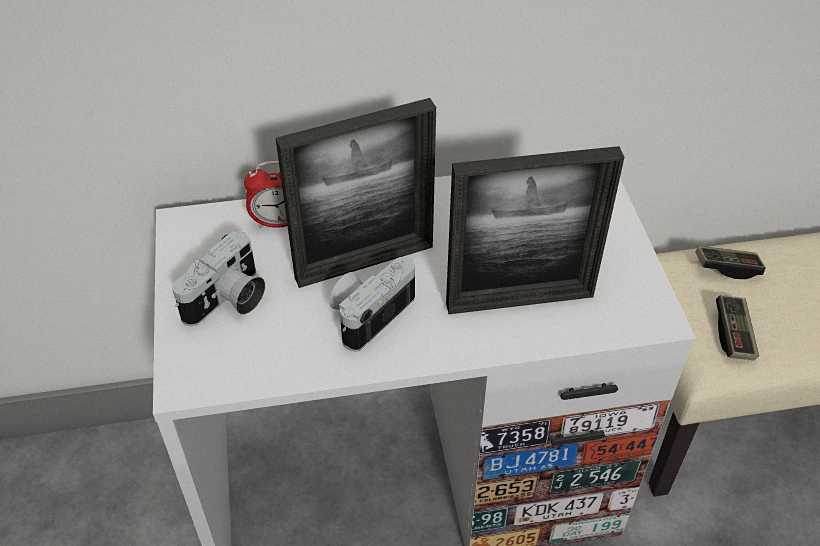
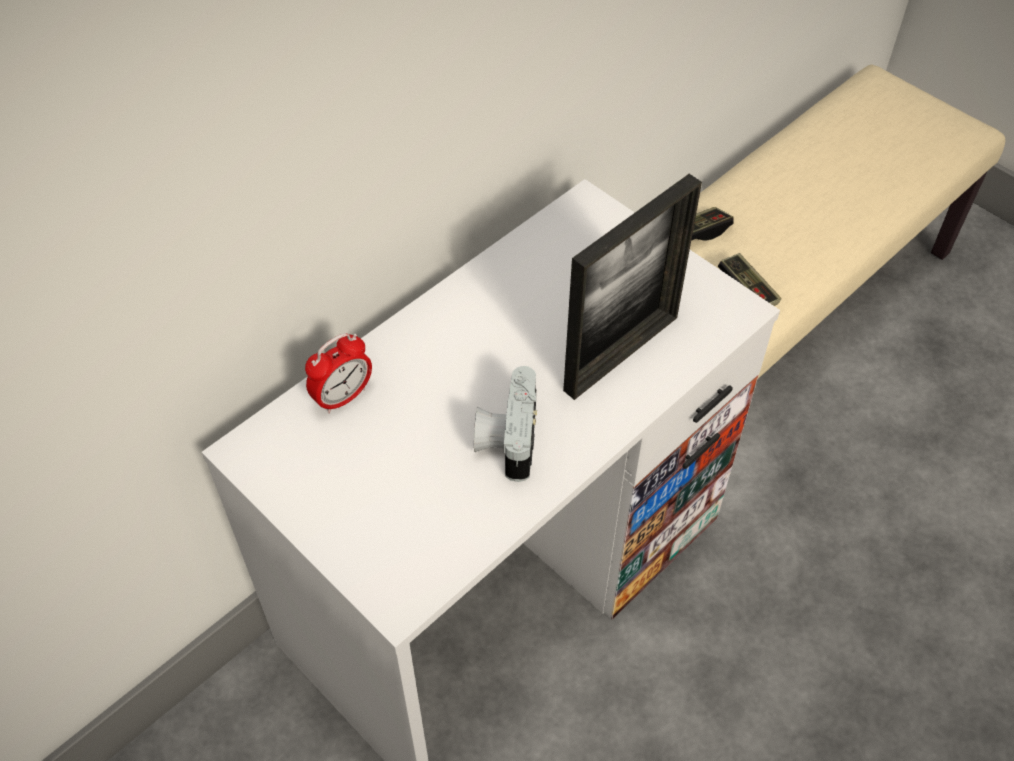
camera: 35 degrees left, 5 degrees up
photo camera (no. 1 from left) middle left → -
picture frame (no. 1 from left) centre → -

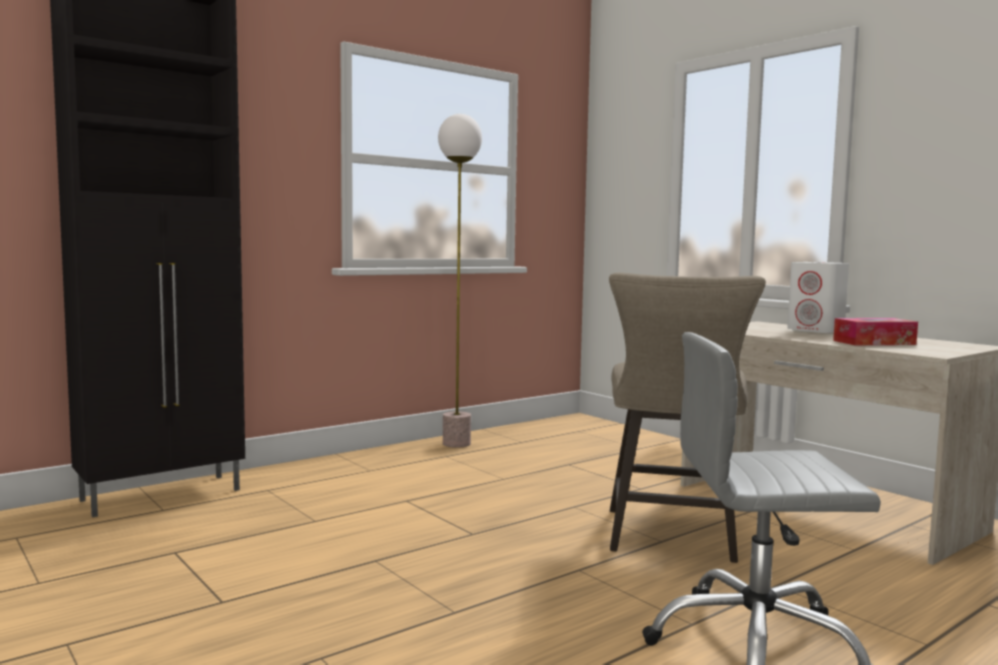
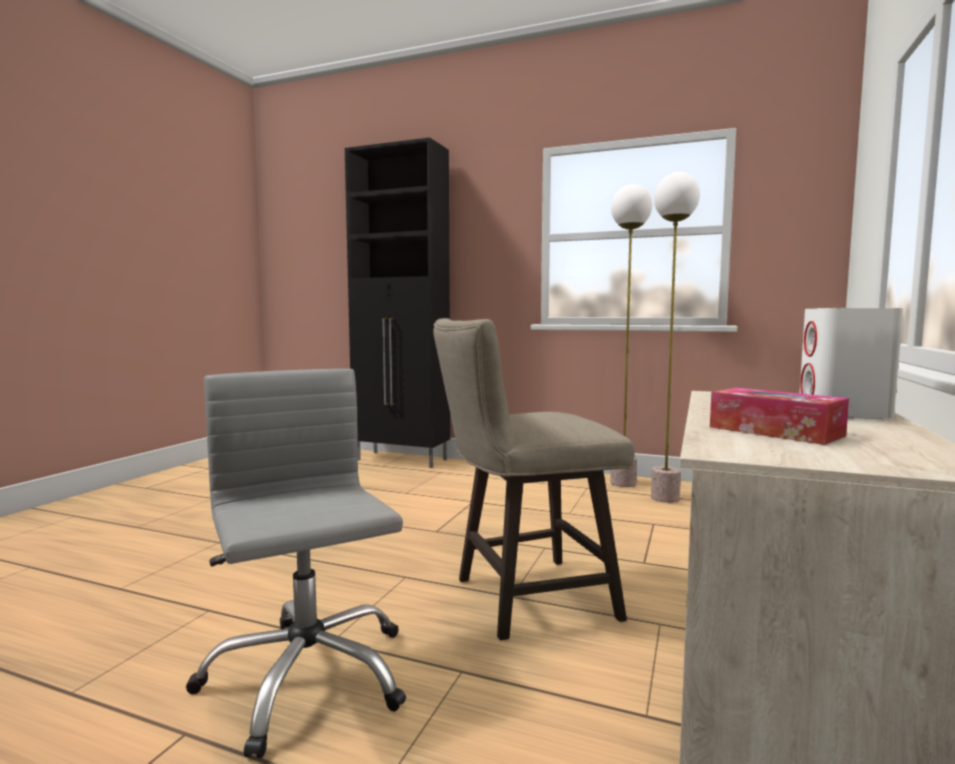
camera: 60 degrees right, 0 degrees up
- → floor lamp (no. 2 from left) middle right

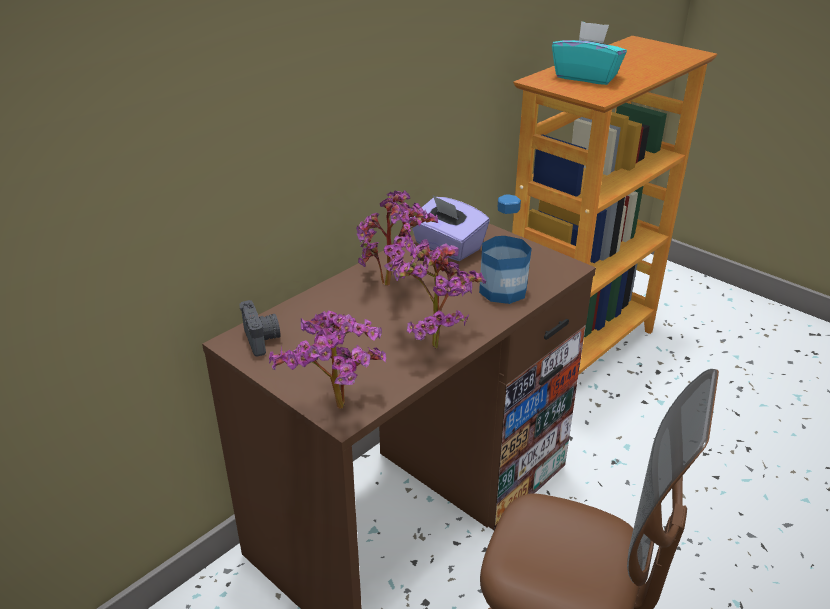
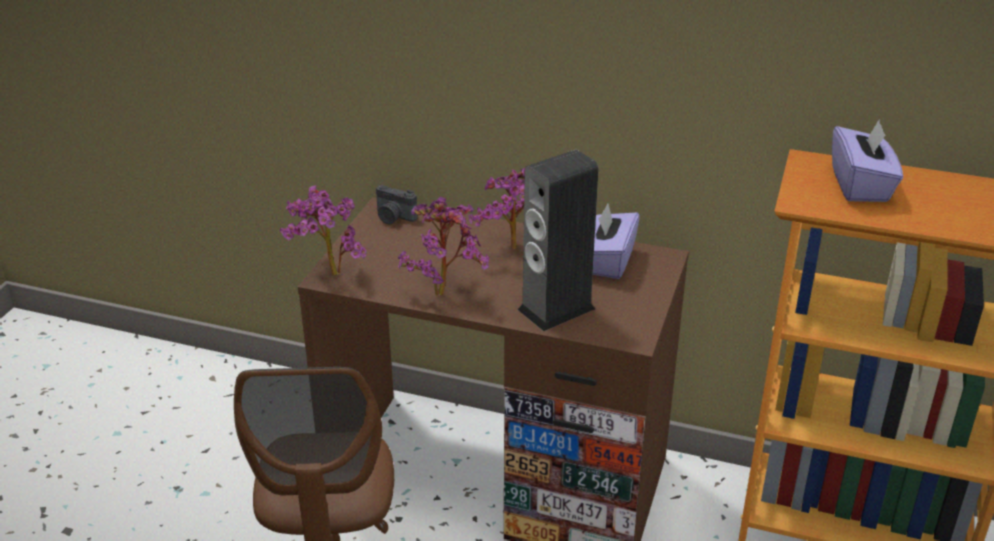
camera: 65 degrees right, 0 degrees up
bottle centre → speaker centre
turquoise tissue box top right → purple tissue box (no. 2 from left) top right
photo camera middle left → photo camera centre, 75 degrees clockwise

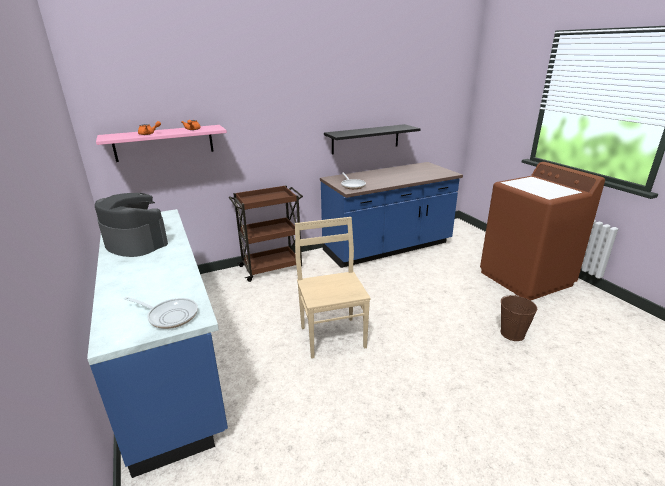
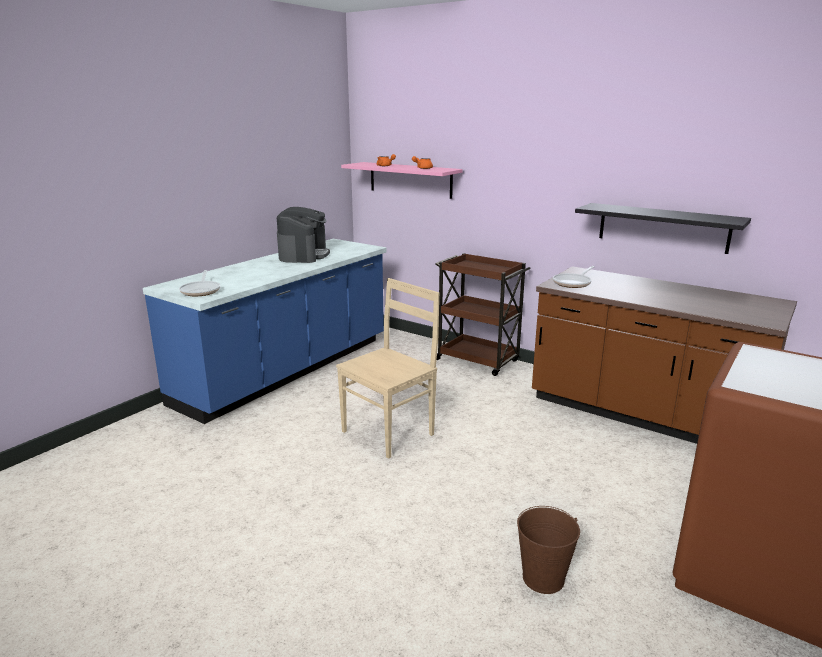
camera: 60 degrees right, 5 degrees down
blue counter (no. 2 from left) centre → brown counter middle right

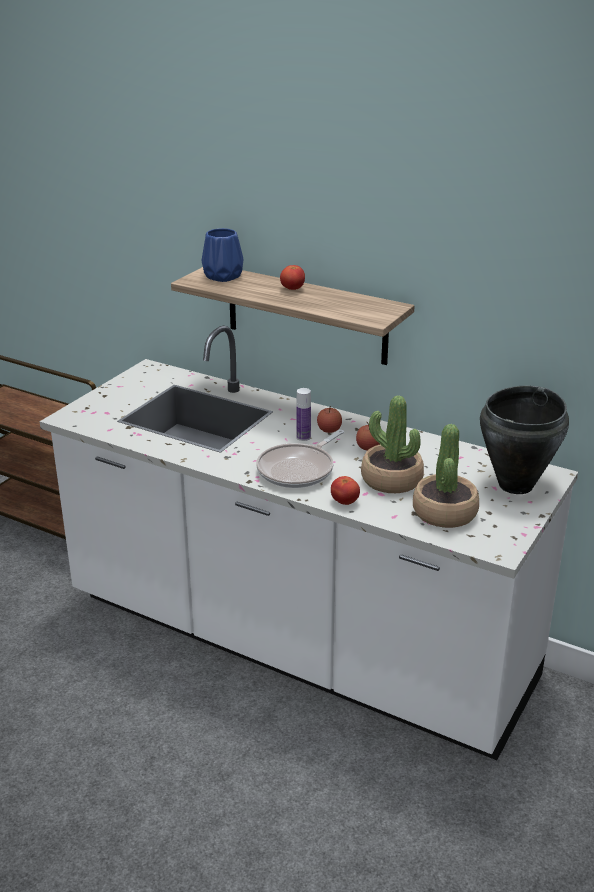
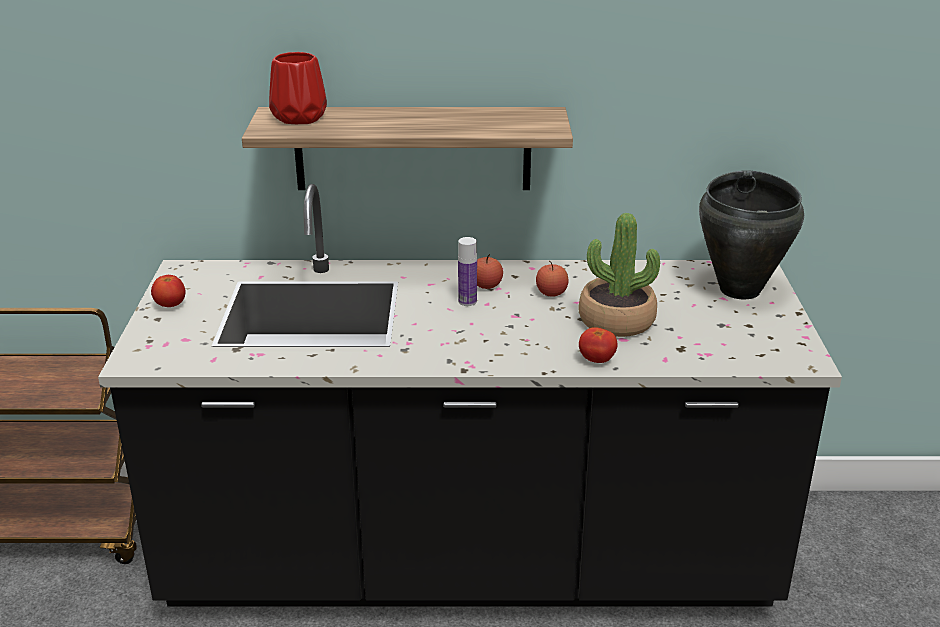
camera: 30 degrees left, 0 degrees up
frying pan centre → -
potted plant (no. 2 from left) middle right → -
tomato (no. 1 from left) top centre → tomato (no. 1 from left) middle left, relocated
white counter centre → black counter centre
blue vase top centre → red vase top left

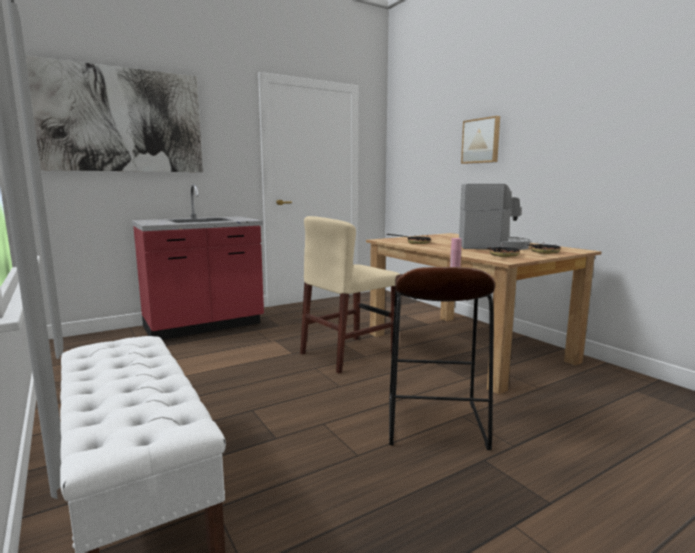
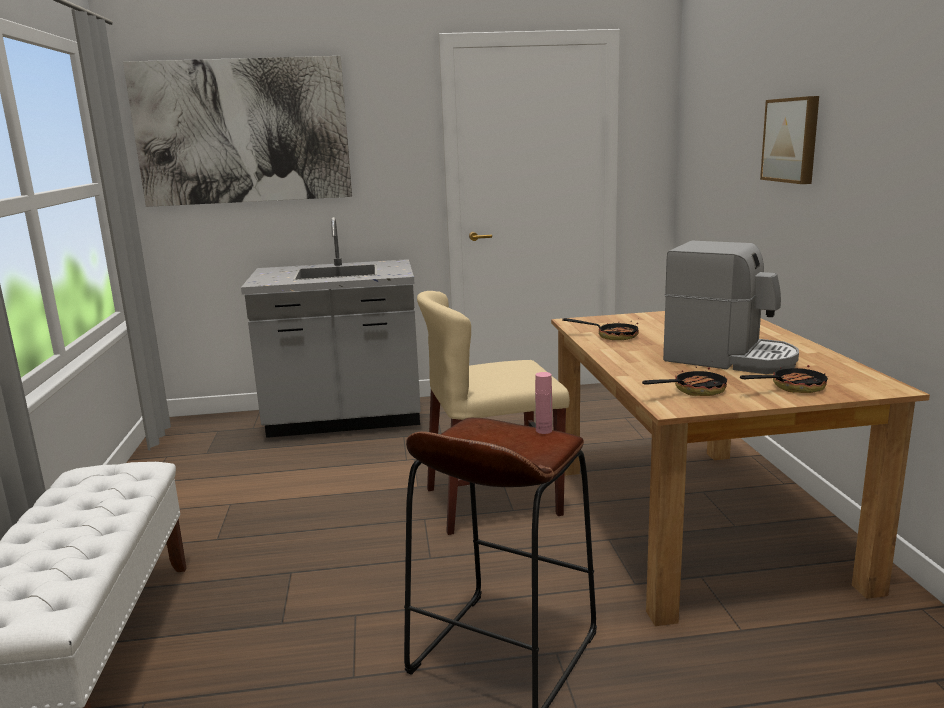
camera: 25 degrees right, 5 degrees up
red counter middle left → grey counter centre

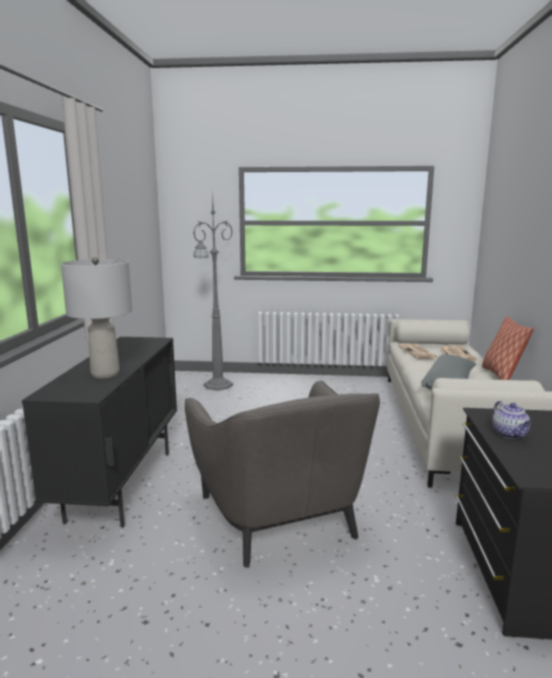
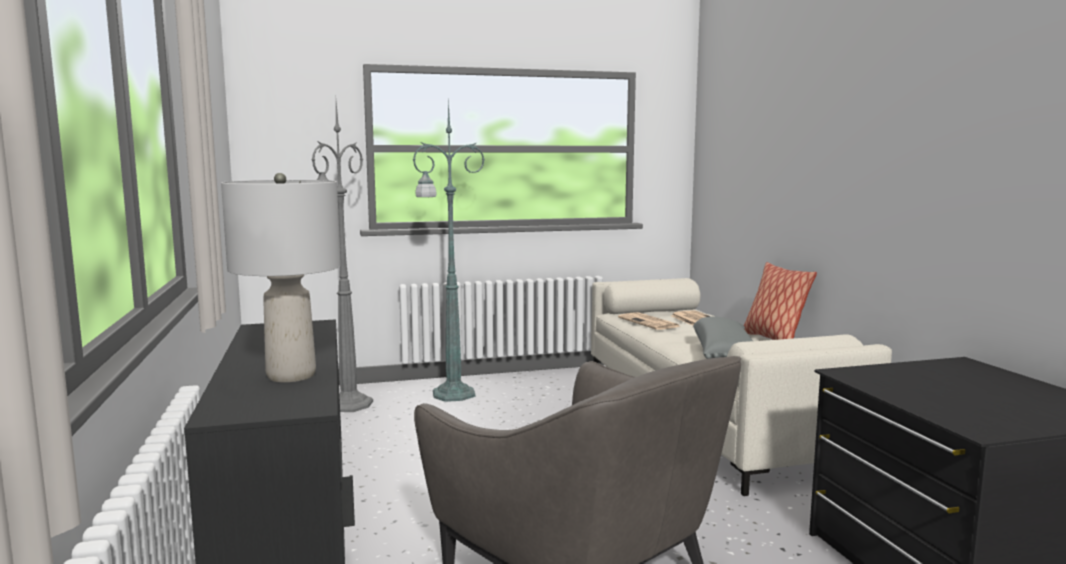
camera: 20 degrees left, 5 degrees down
teapot middle right → -
- → green floor lamp centre

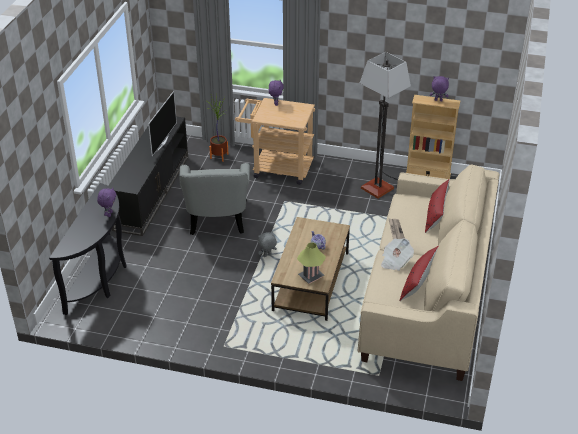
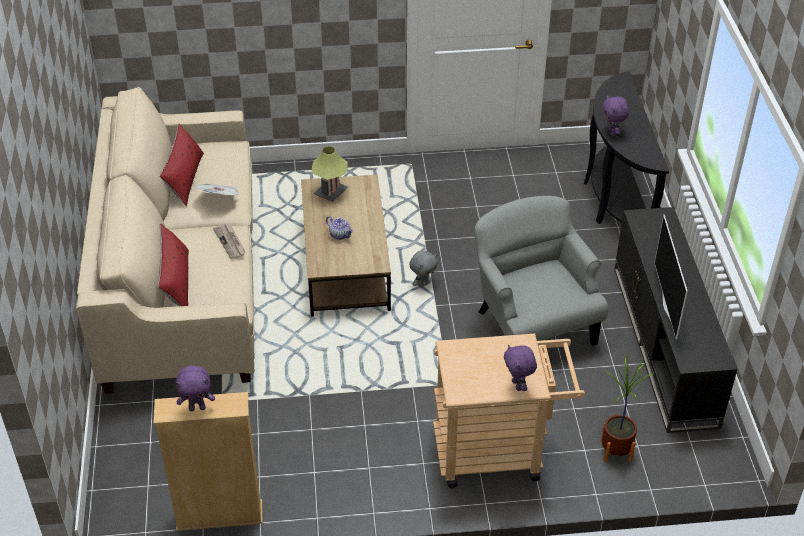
camera: 160 degrees right, 5 degrees up
floor lamp top centre → -

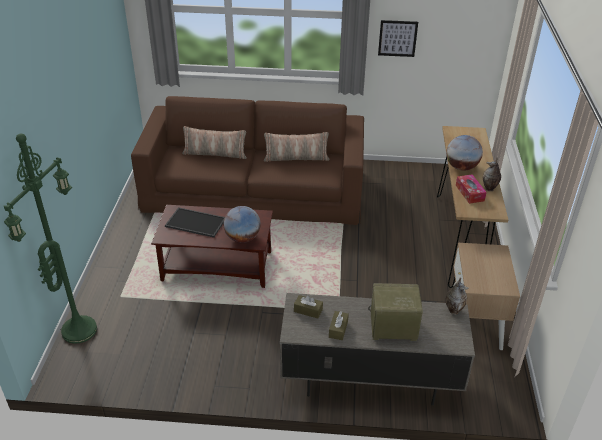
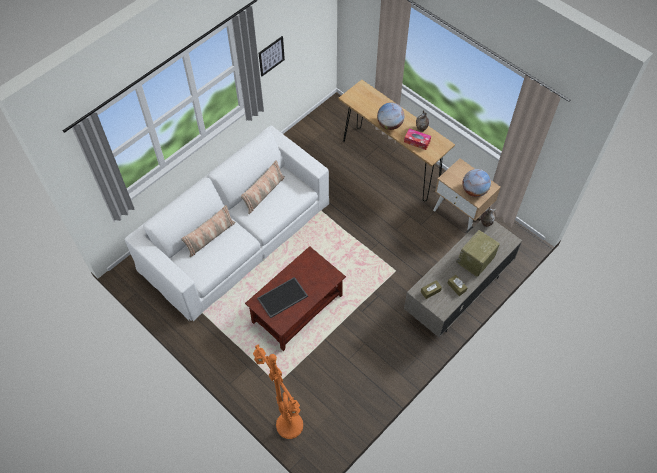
camera: 50 degrees left, 20 degrees up
globe (no. 1 from left in the first image) centre → globe (no. 2 from left) middle right, relocated
green floor lamp middle left → orange floor lamp bottom centre
brown sofa centre → white sofa centre

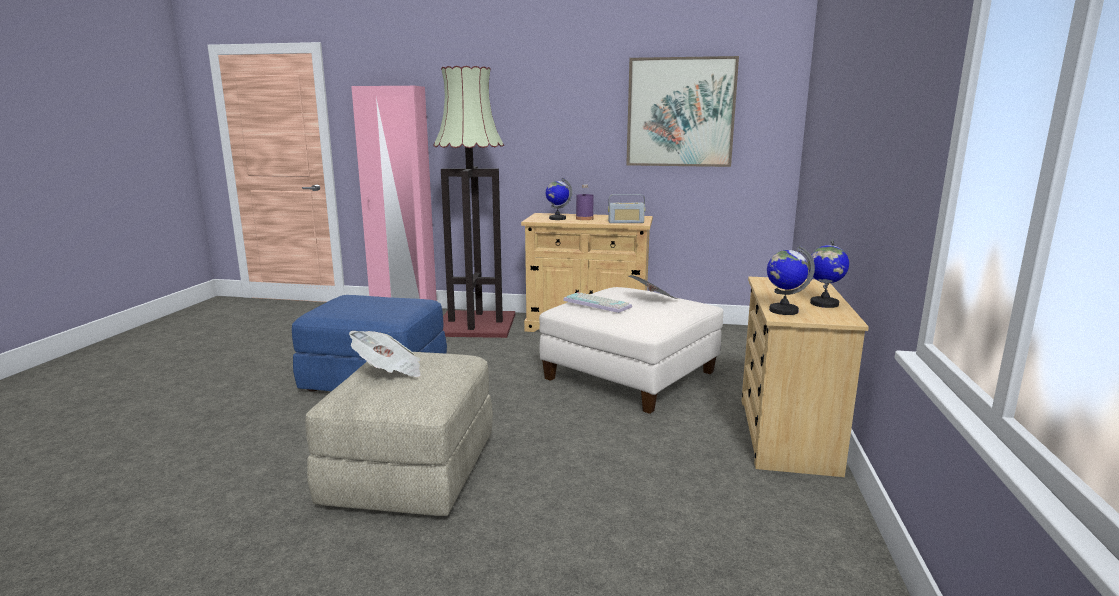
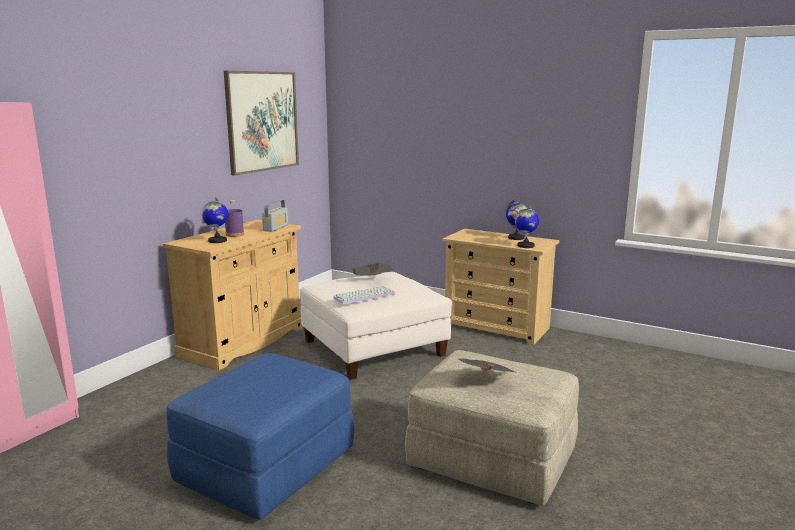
camera: 70 degrees left, 0 degrees up
floor lamp centre → -

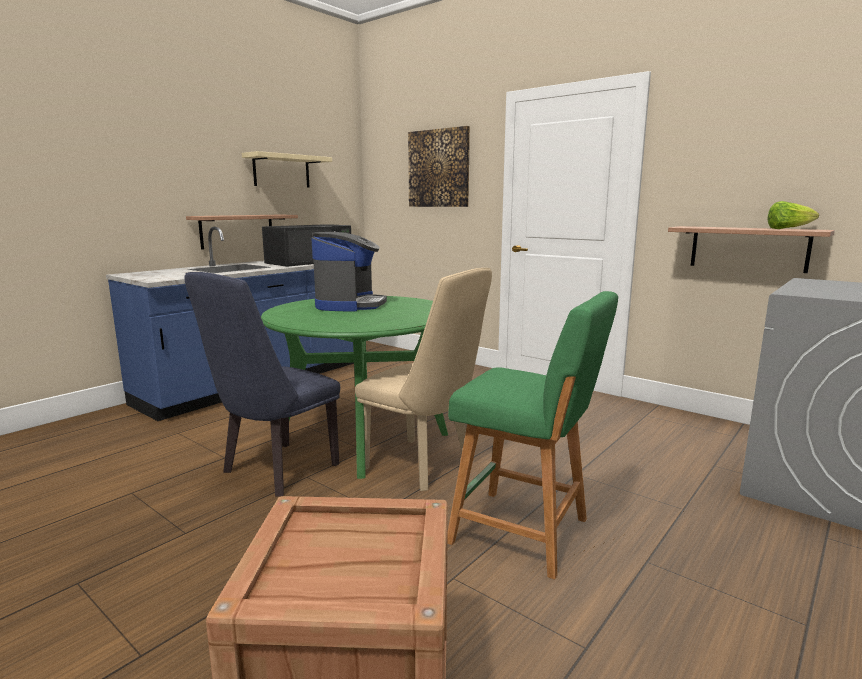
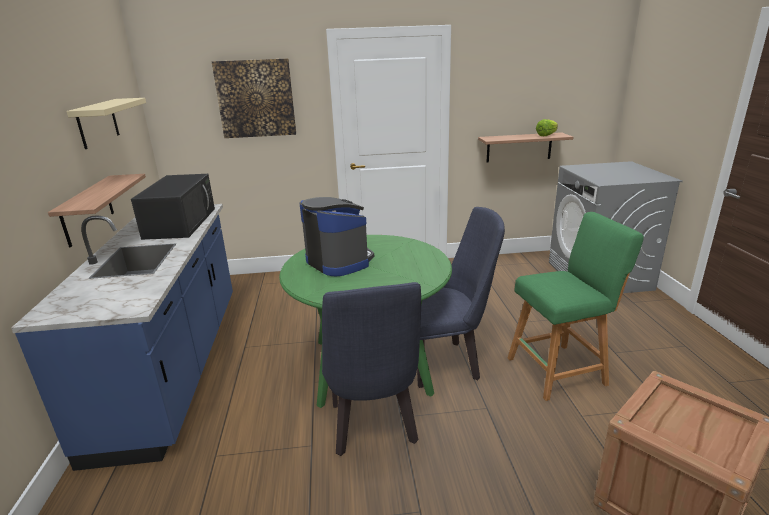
camera: 45 degrees left, 10 degrees up
beige chair centre → blue chair (no. 2 from left) centre

